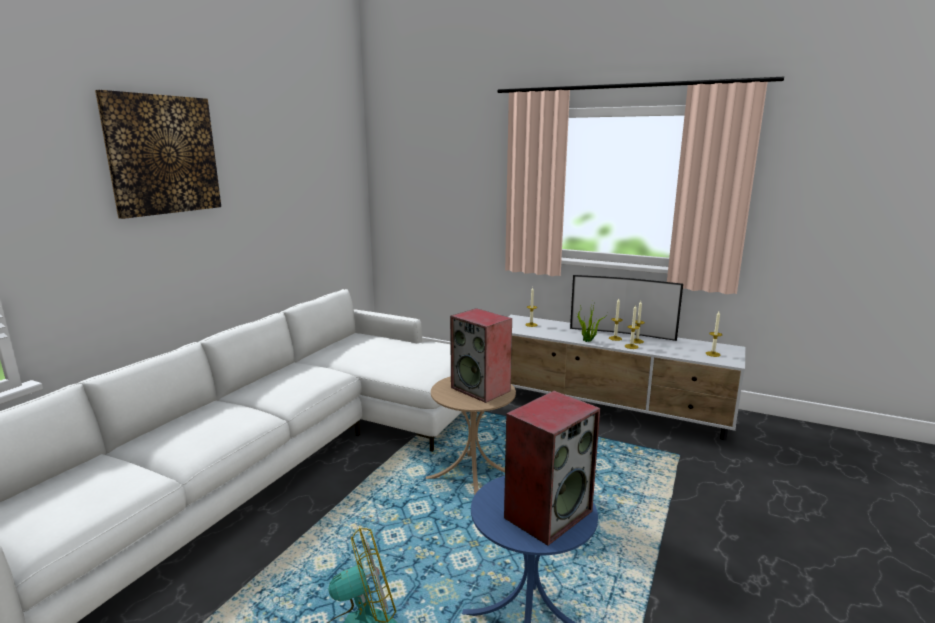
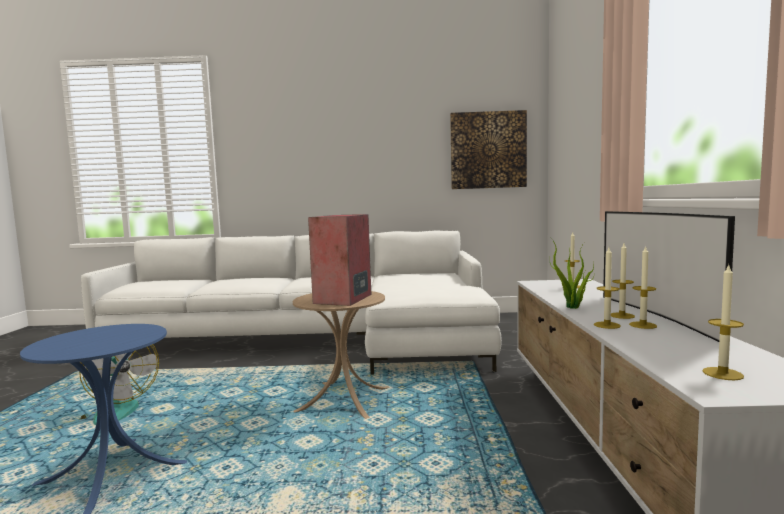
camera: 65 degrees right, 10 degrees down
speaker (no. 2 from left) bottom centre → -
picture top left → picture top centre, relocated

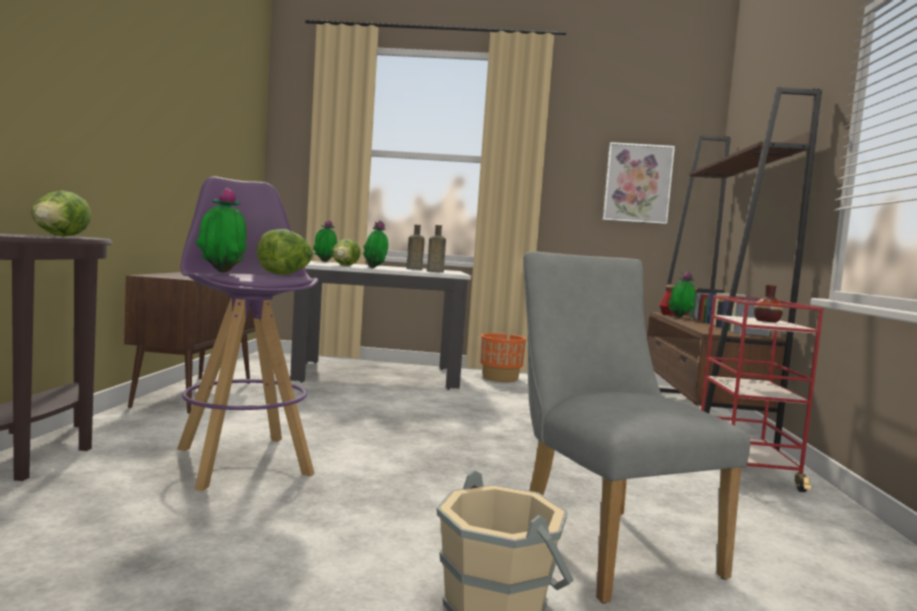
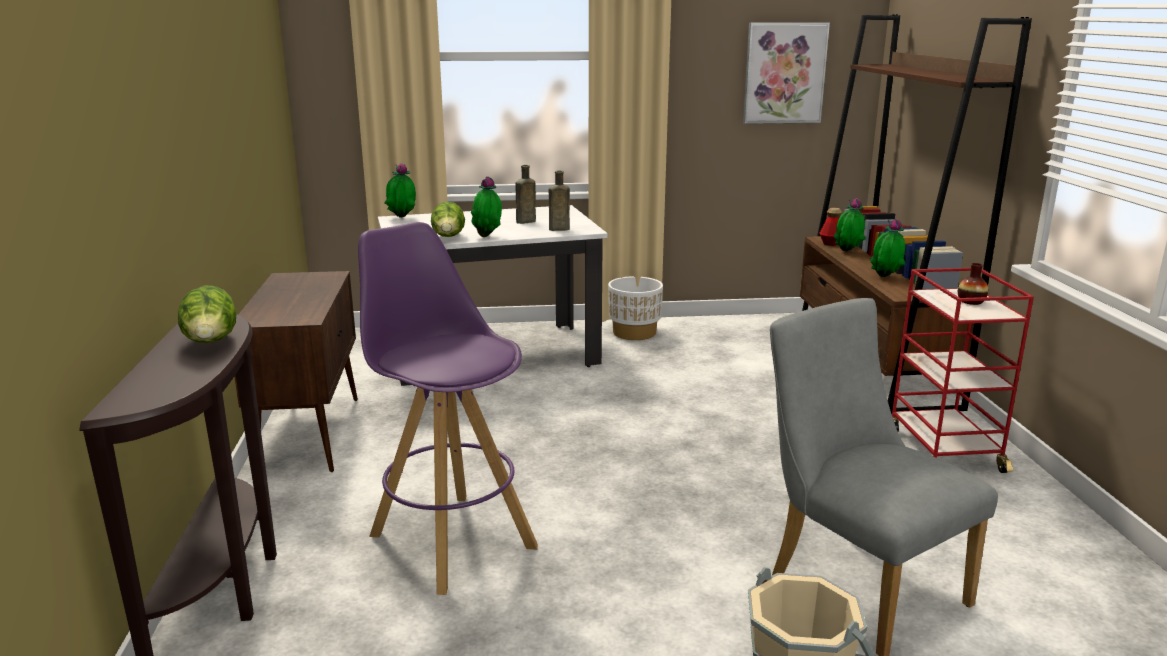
camera: 10 degrees left, 15 degrees up
lettuce (no. 2 from left) middle left → -
potted plant (no. 1 from left in the first image) middle left → potted plant (no. 4 from left) middle right, relocated
orange planter centre → white planter centre

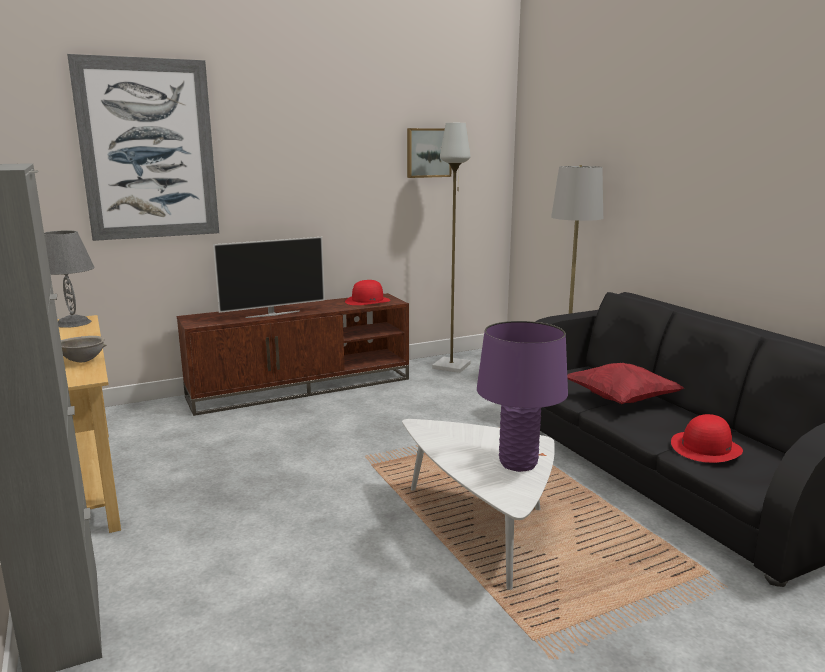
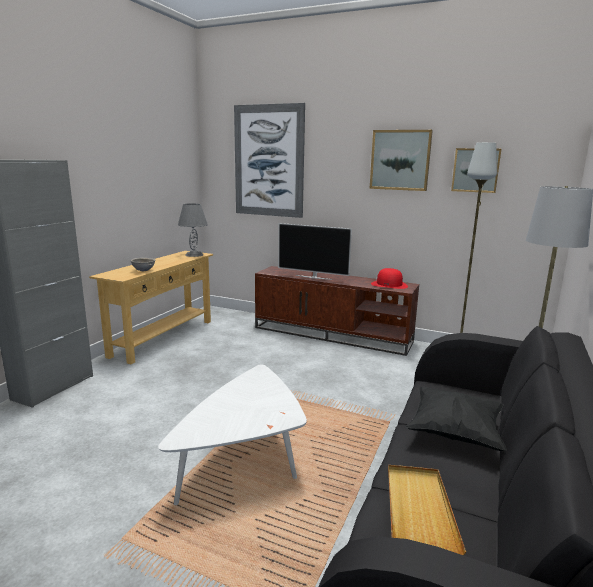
camera: 50 degrees right, 0 degrees up
purple table lamp centre → -
- → picture (no. 2 from left) top right
red hat (no. 2 from left) middle right → beige tray bottom right
red pillow middle right → black pillow bottom right

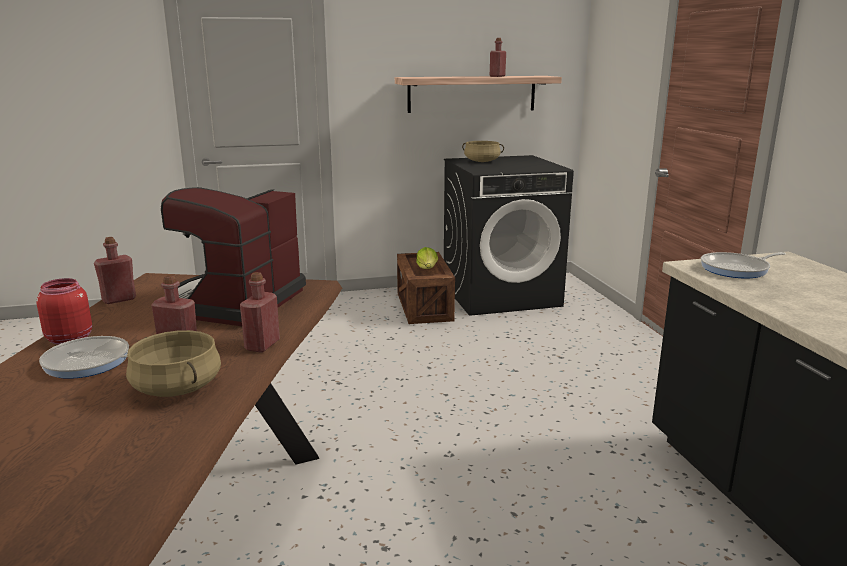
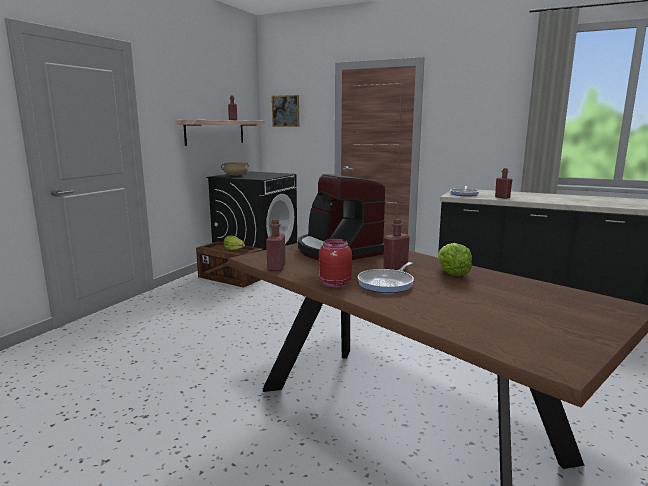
camera: 50 degrees left, 5 degrees down
- → picture top centre
red bottle (no. 3 from left in the first image) middle left → red bottle (no. 4 from left) middle right, relocated
beige cooking pot (no. 1 from left) middle left → lettuce (no. 2 from left) middle right

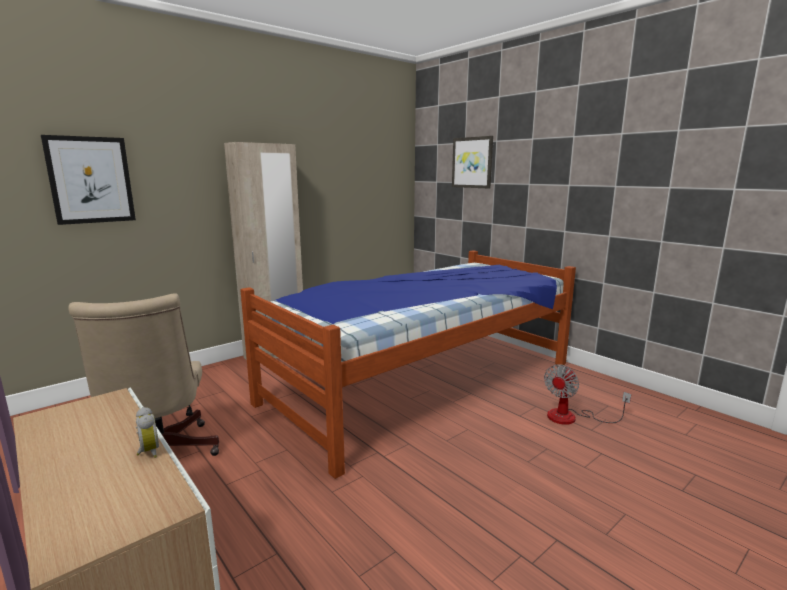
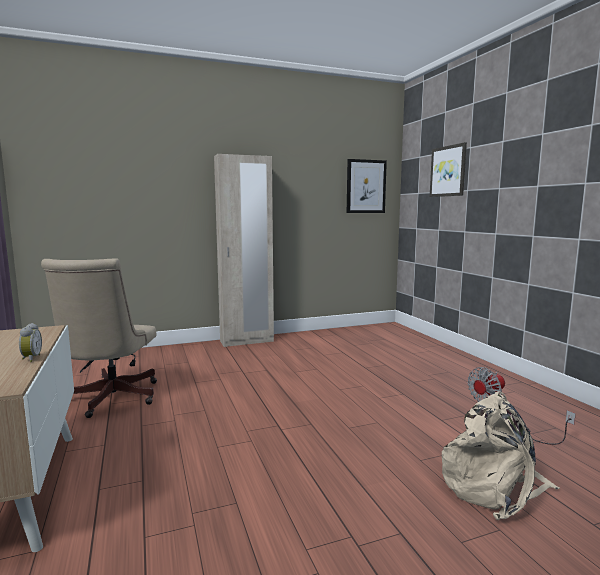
camera: 20 degrees right, 5 degrees down
bed centre → -
- → beige backpack bottom right
picture (no. 1 from left) top left → picture (no. 1 from left) top centre, relocated

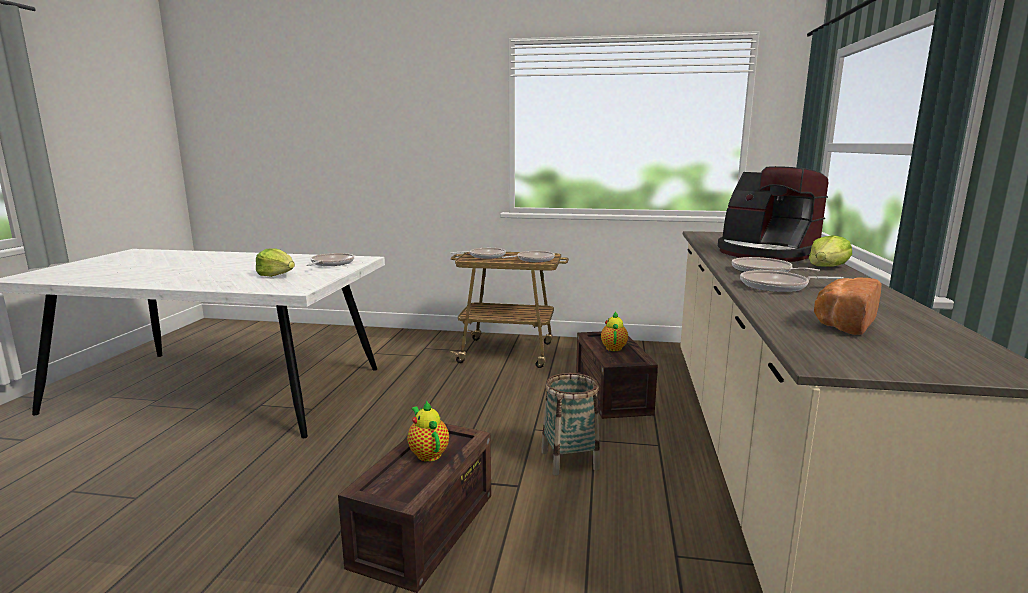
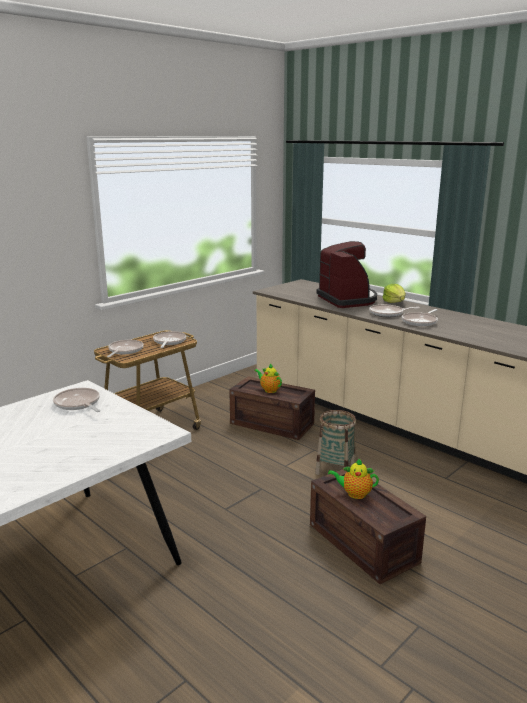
camera: 55 degrees left, 5 degrees up
lettuce (no. 1 from left) middle left → -
bread middle right → -
coffee machine middle right → coffee machine centre, 105 degrees counterclockwise

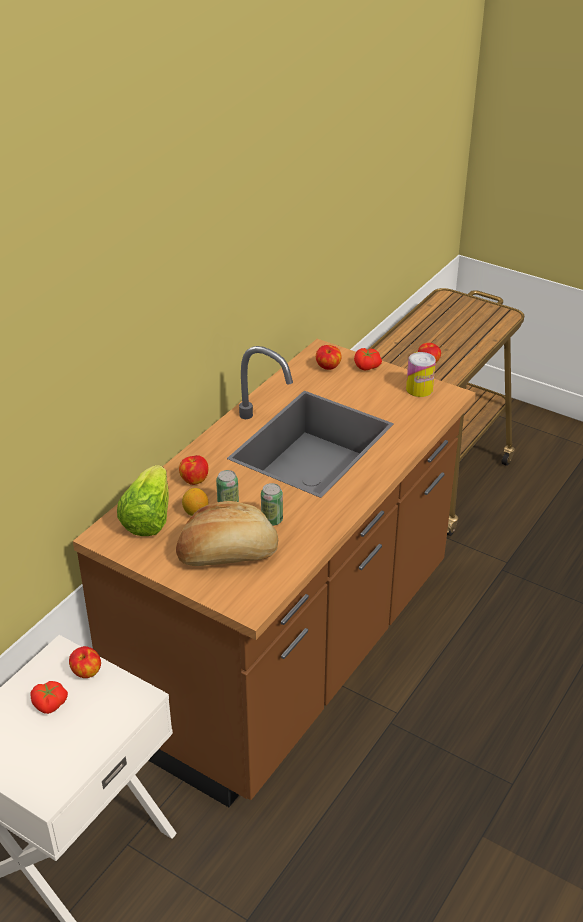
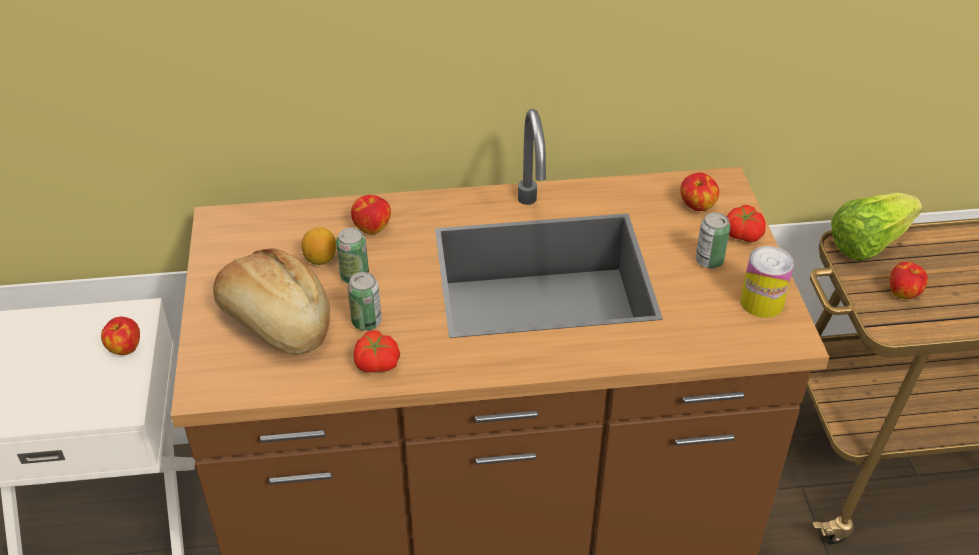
camera: 50 degrees right, 5 degrees up
- → can (no. 3 from left) middle right
tomato (no. 1 from left) bottom left → tomato (no. 1 from left) centre, relocated
lettuce middle left → lettuce middle right, relocated

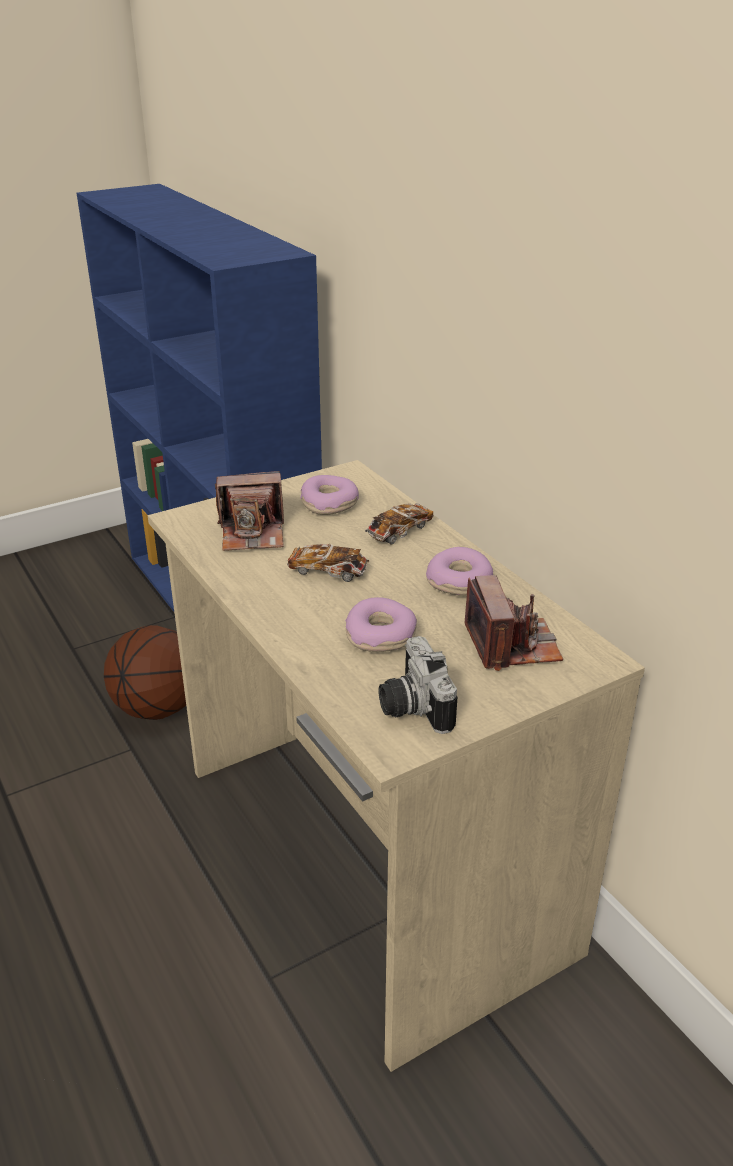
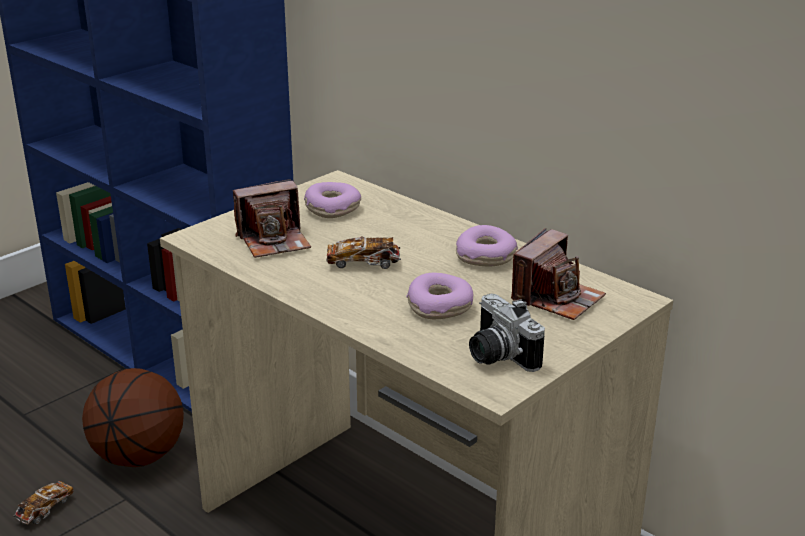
camera: 15 degrees left, 5 degrees down
toy car (no. 2 from left in the first image) centre → toy car (no. 1 from left) bottom left, relocated
photo camera (no. 3 from left) middle right, 60 degrees clockwise

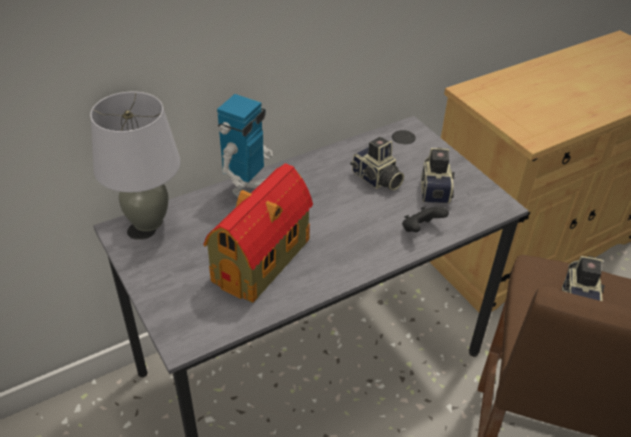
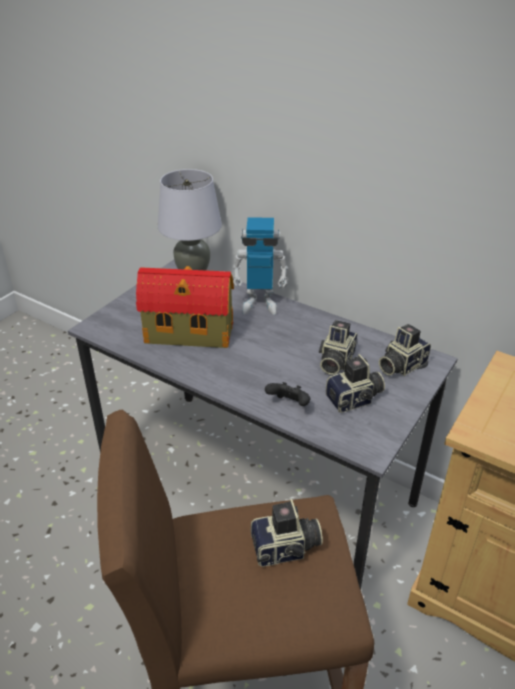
camera: 65 degrees right, 5 degrees down
- → photo camera (no. 4 from left) middle right

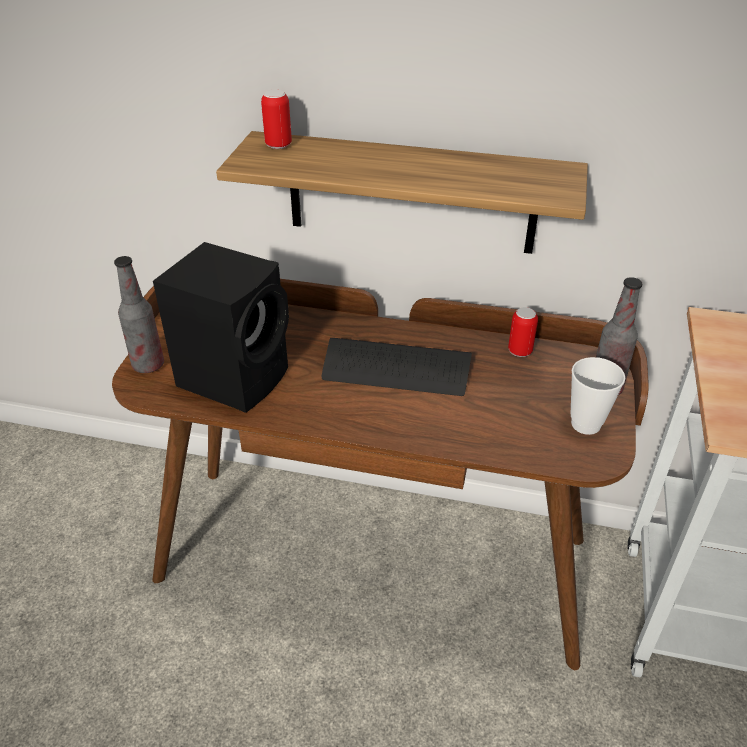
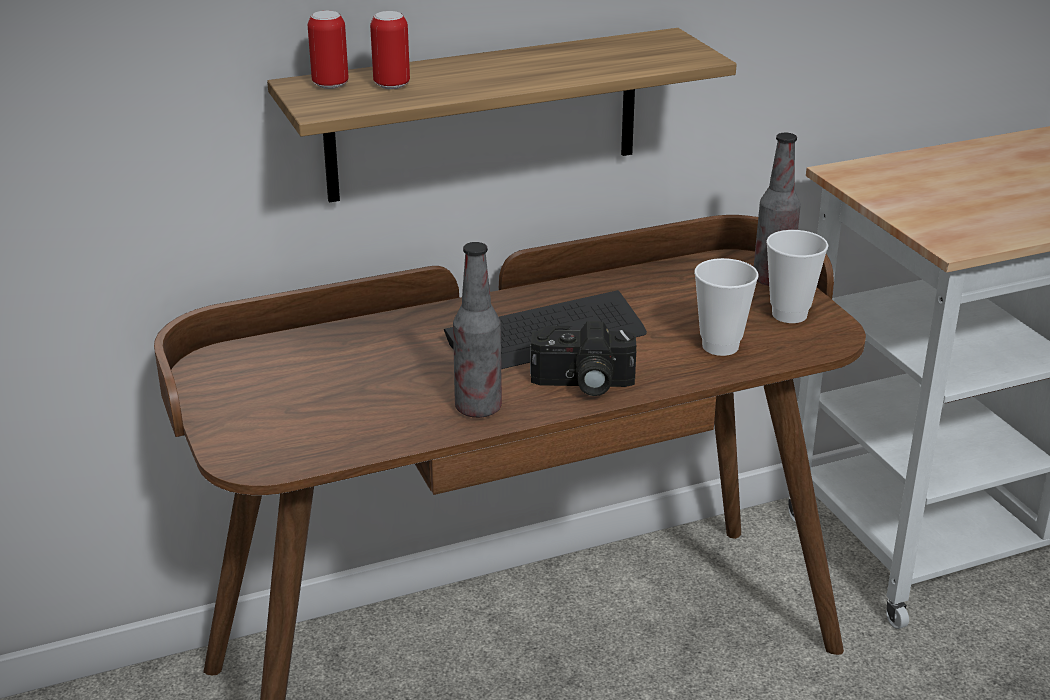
camera: 35 degrees left, 10 degrees down
black speaker middle left → -
- → photo camera centre
- → cup (no. 1 from left) middle right
bottle (no. 1 from left) middle left → bottle (no. 1 from left) centre, relocated
can (no. 2 from left) middle right → can (no. 2 from left) top centre, relocated

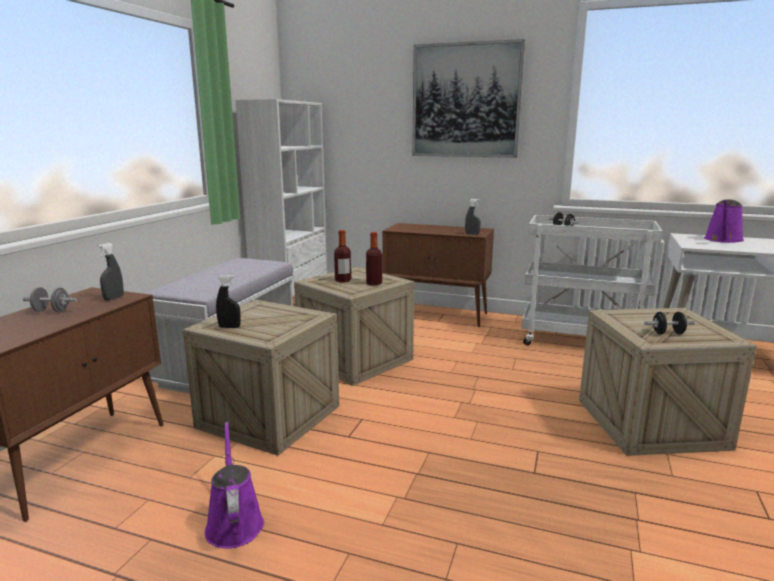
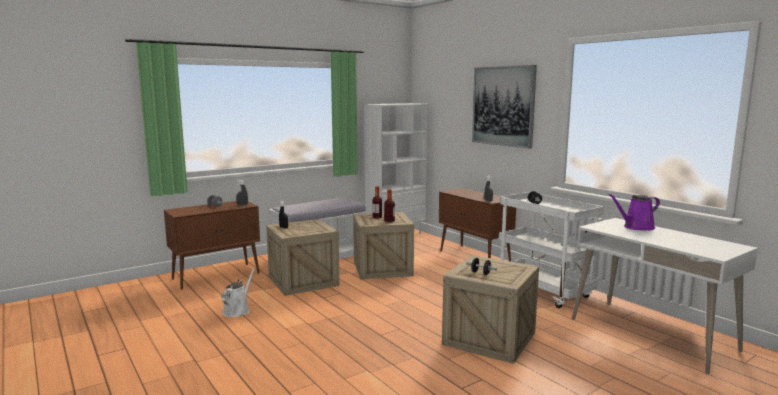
camera: 35 degrees right, 5 degrees down
purple watering can (no. 1 from left) bottom left → white watering can bottom left

